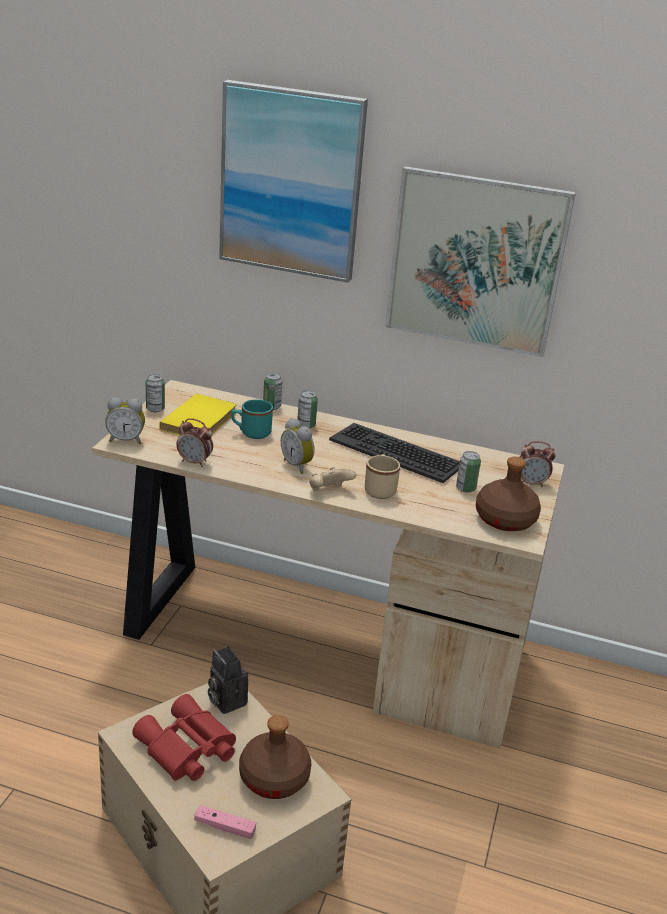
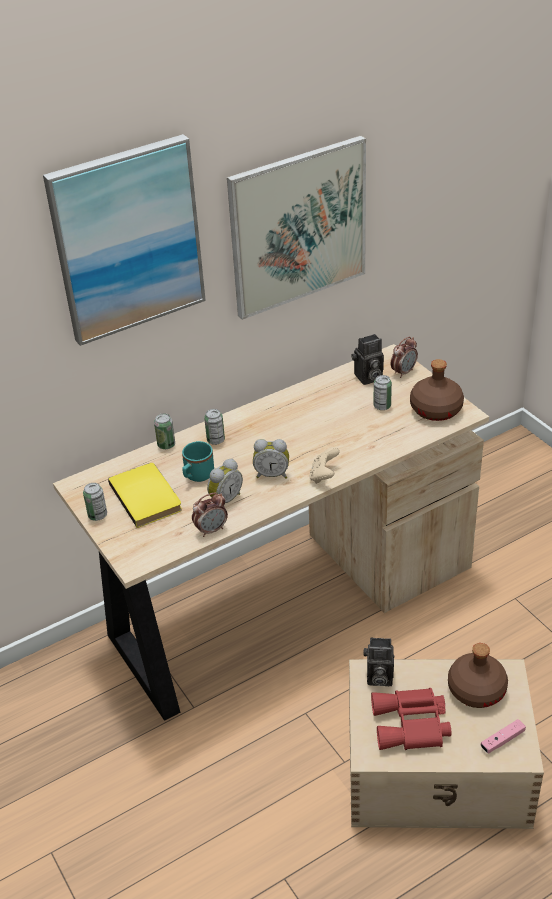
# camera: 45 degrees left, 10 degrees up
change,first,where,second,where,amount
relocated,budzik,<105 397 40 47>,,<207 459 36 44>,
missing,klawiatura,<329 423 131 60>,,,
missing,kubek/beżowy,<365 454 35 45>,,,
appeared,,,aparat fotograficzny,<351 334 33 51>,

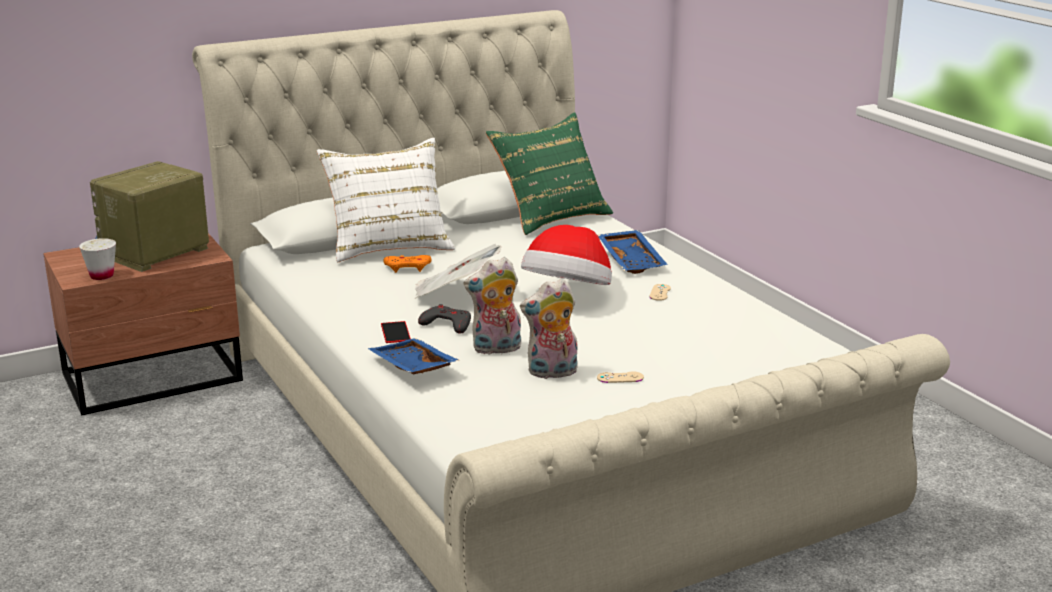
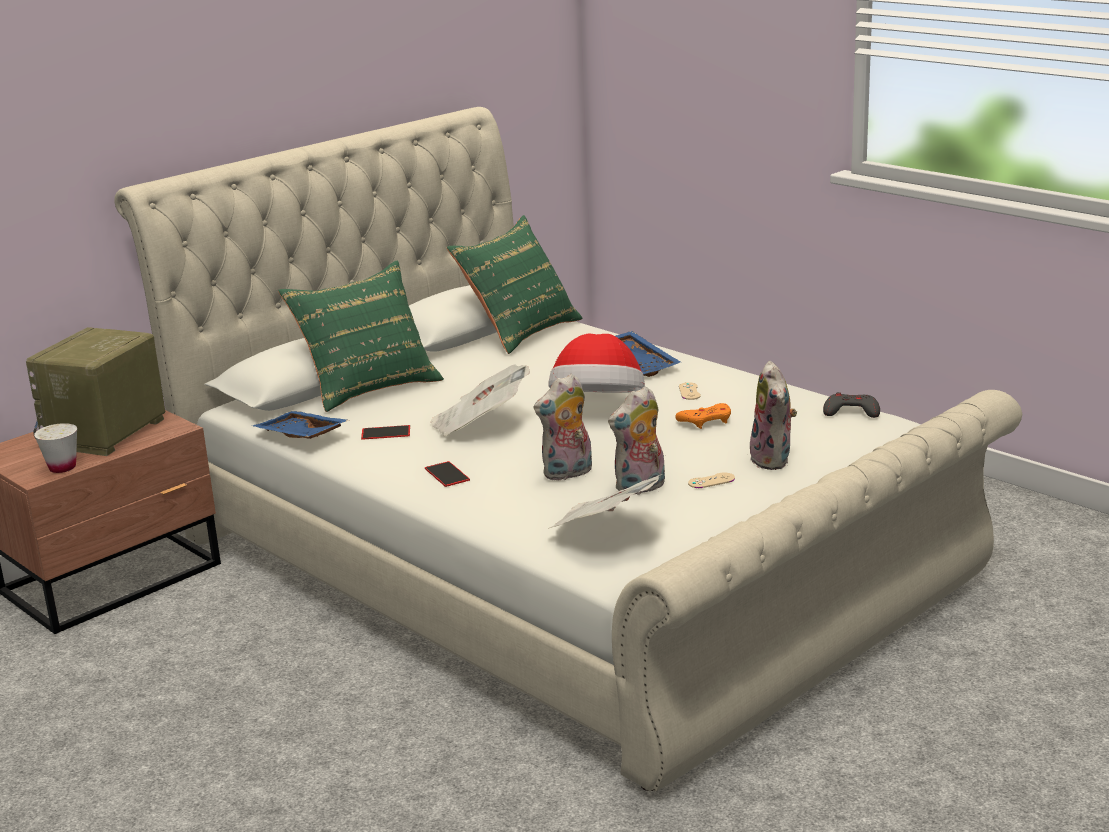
# camera: 15 degrees left, 0 degrees up
change,first,where,second,where,amount
colour,poduszka/biały,<317 138 138 124>,poduszka/zielony,<278 261 166 151>,
relocated,pad do gier/pomarańczowy,<384 255 47 18>,,<675 403 56 26>,
relocated,pad do gier/szary,<418 304 53 30>,,<823 392 57 26>,
relocated,taca/niebieski,<368 338 91 36>,,<253 411 95 28>,
appeared,,,pluszak,<750 361 47 109>,
appeared,,,telefon,<361 425 49 15>,
appeared,,,gazeta,<548 474 114 55>,

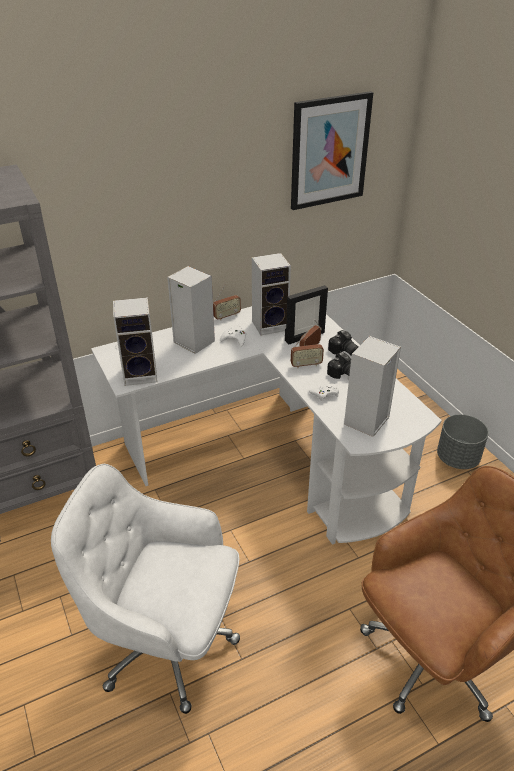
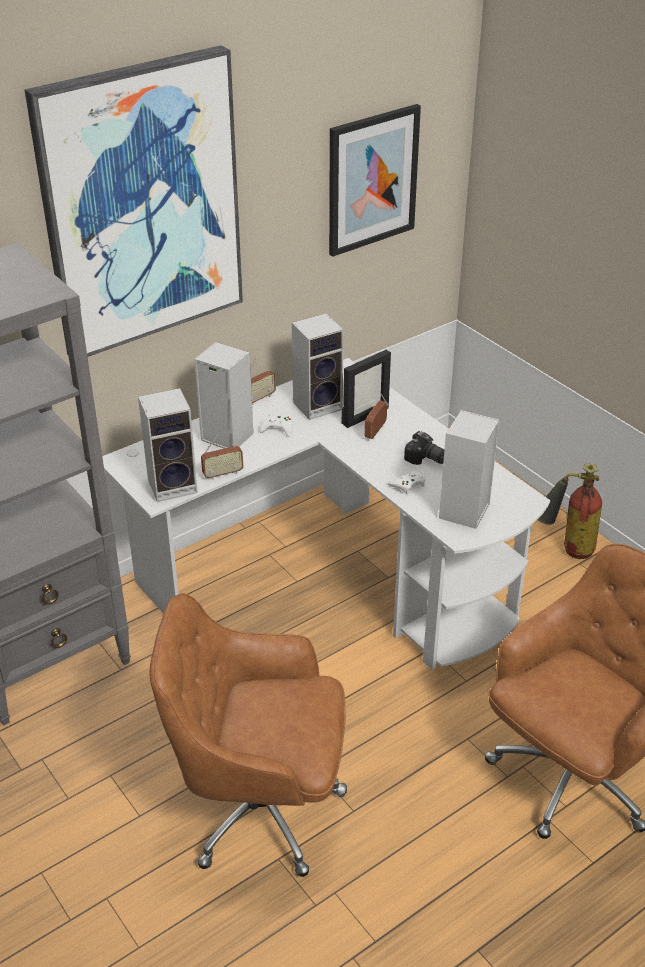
# camera: 10 degrees left, 0 degrees up
change,first,where,second,where,amount
missing,aparat fotograficzny,<328 330 30 26>,,,
relocated,radio,<291 331 33 38>,,<201 431 42 49>,
exchanged,donica/szary,<437 414 52 55>,gaśnica,<538 463 64 96>,
colour,krzesło biurowe/biały,<51 464 189 250>,krzesło biurowe/brązowy,<150 593 197 284>,
appeared,,,obraz,<25 45 218 312>,

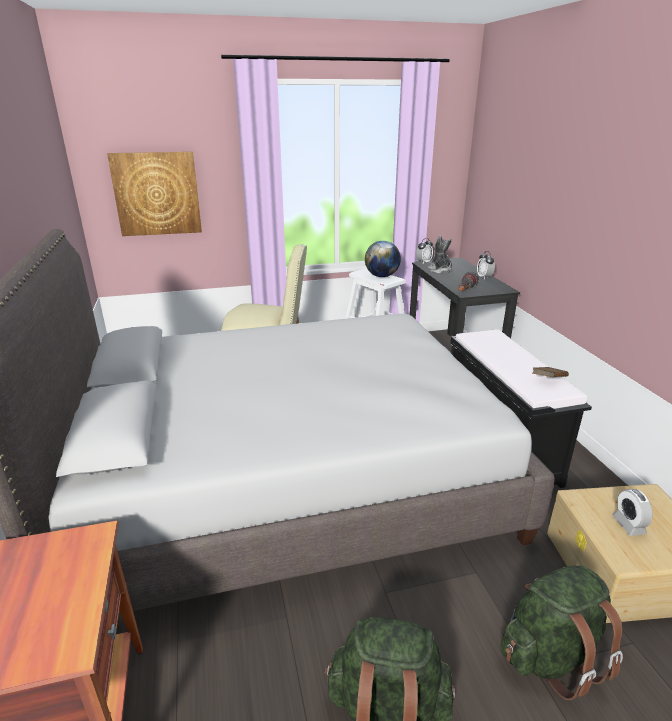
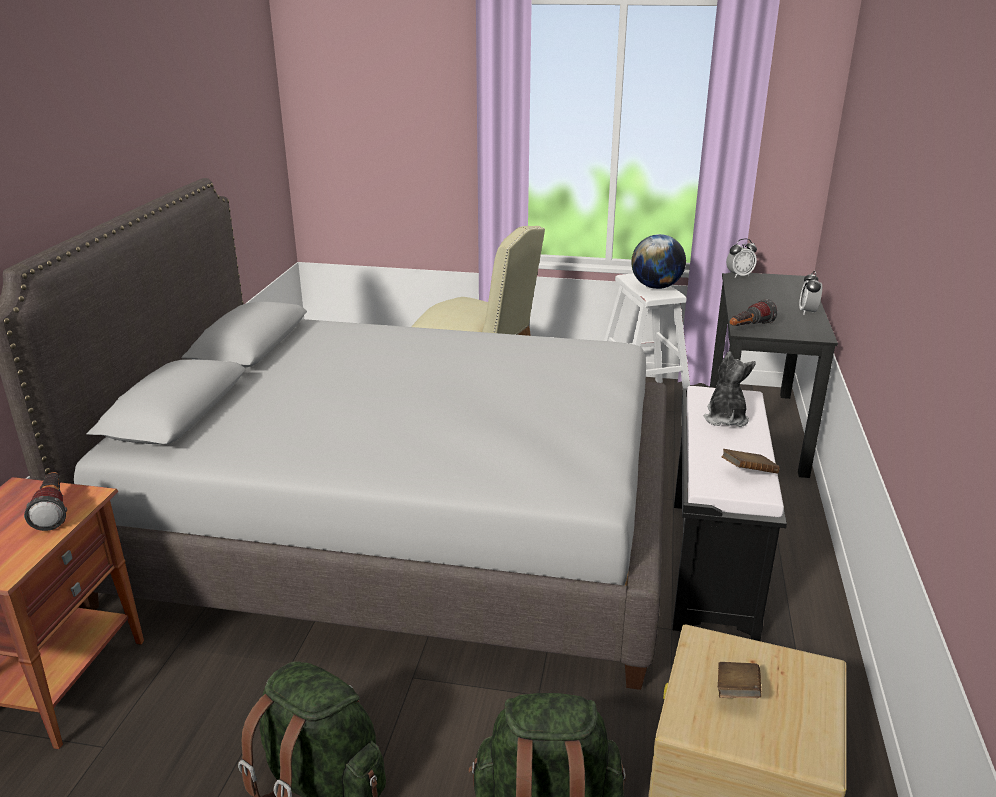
# camera: 25 degrees right, 0 degrees up
change,first,where,second,where,amount
missing,obraz,<107 152 95 84>,,,
relocated,pluszak,<428 235 24 39>,,<704 351 52 76>,
exchanged,budzik,<612 489 41 47>,książka/brązowy,<718 662 43 36>,
appeared,,,latarka,<24 472 43 59>,

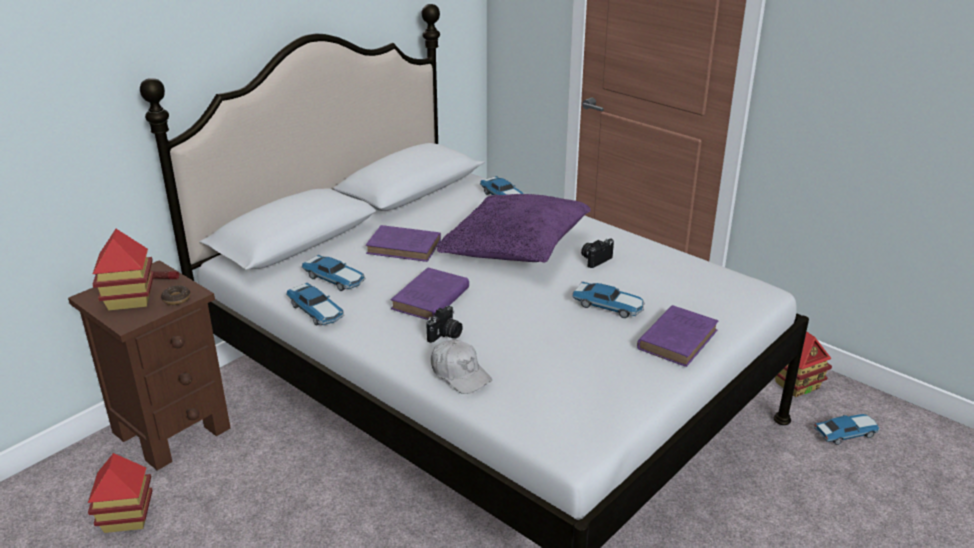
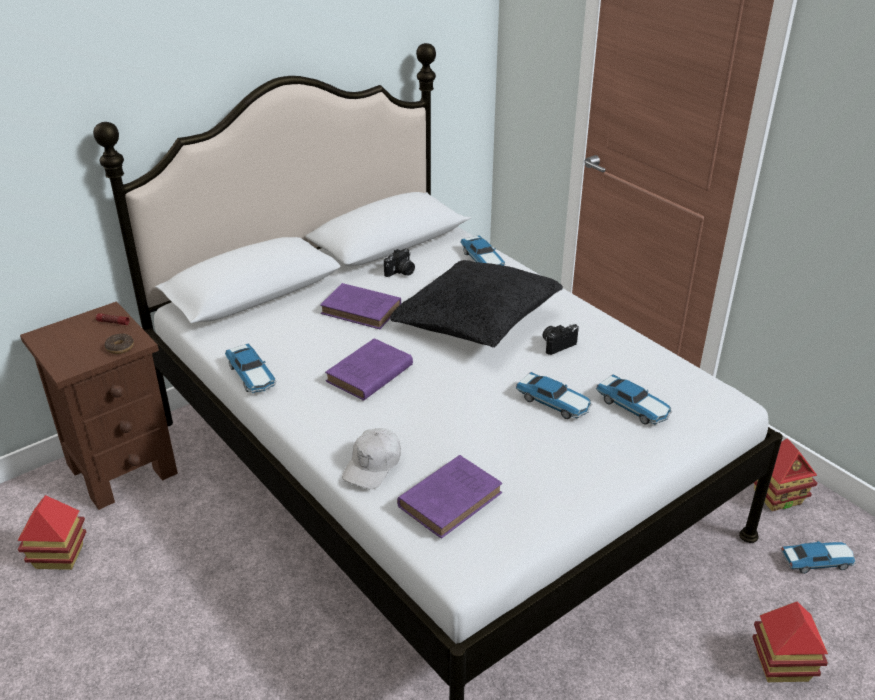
# camera: 10 degrees right, 5 degrees up
change,first,where,second,where,amount
colour,poduszka/fioletowy,<437 194 154 69>,poduszka/czarny,<390 260 173 88>,
relocated,domek,<93 229 61 81>,,<753 601 75 81>,
relocated,samochodzik,<302 255 64 36>,,<596 375 76 50>,
relocated,książka/fioletowy,<637 305 82 62>,,<397 455 105 84>,
relocated,aparat fotograficzny,<426 306 37 37>,,<384 248 31 29>,
spun,czapka z daszkiem/biały,<431 340 61 54>,,<342 428 59 61>,60 degrees clockwise

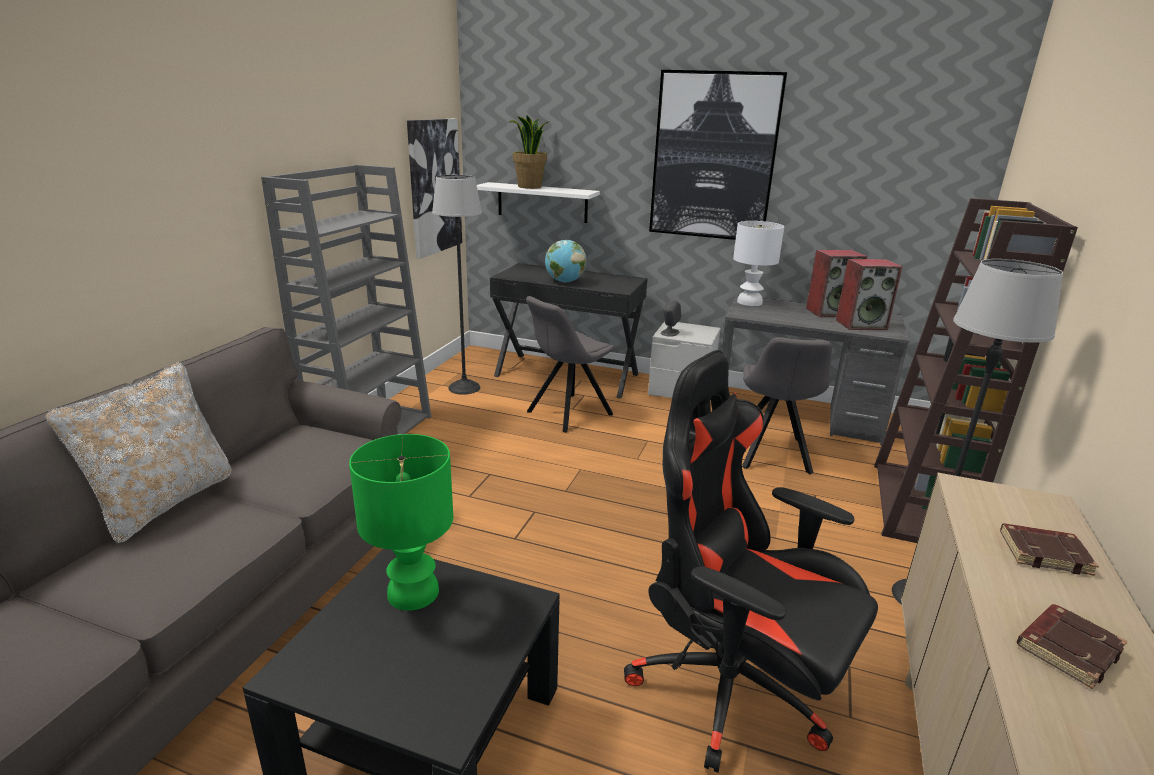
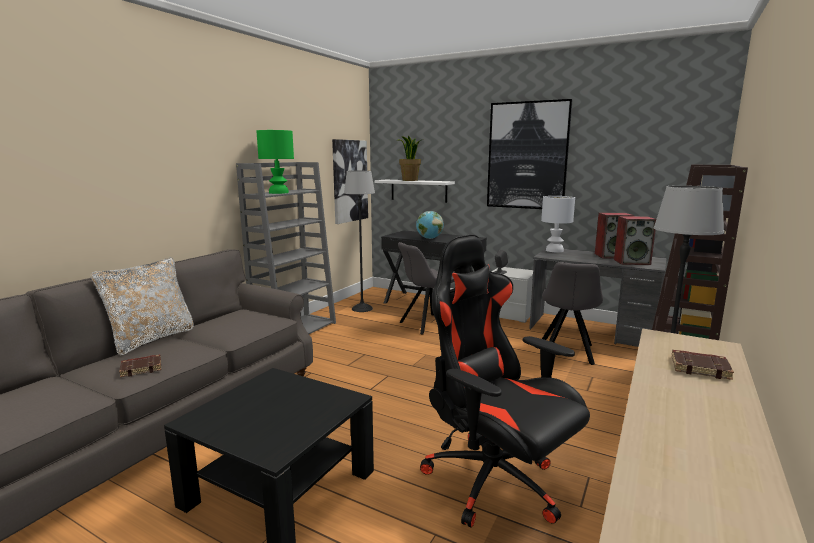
# camera: 10 degrees right, 10 degrees down
change,first,where,second,where,amount
relocated,lampa stołowa/zielony,<349 434 104 177>,,<256 130 38 64>,
relocated,książka/brązowy,<1017 604 111 85>,,<119 354 42 23>,

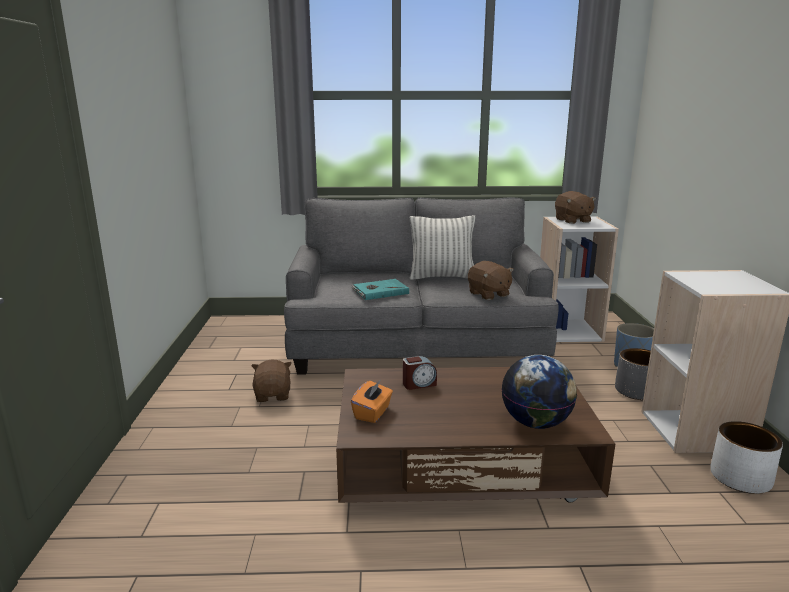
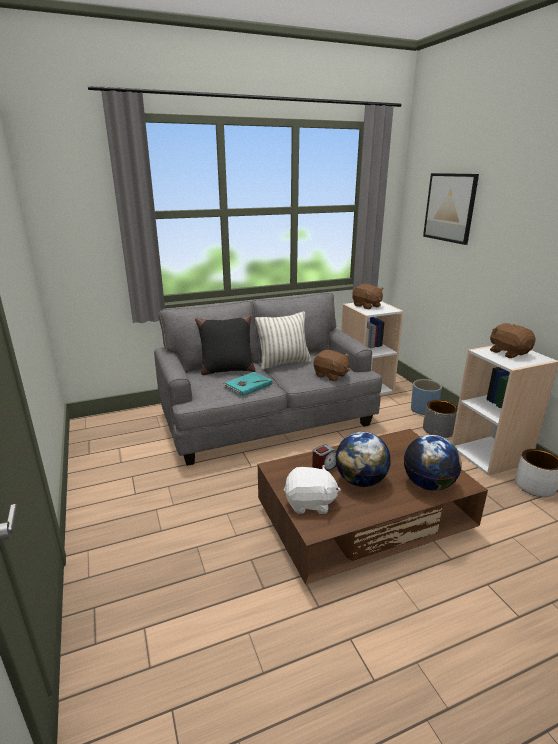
# camera: 20 degrees left, 5 degrees up
change,first,where,second,where,amount
relocated,pluszak/brązowy,<251 359 41 43>,,<490 323 45 35>,
exchanged,pudełko chusteczek/pomarańczowy,<351 380 42 43>,pluszak/biały,<284 465 57 49>,
appeared,,,obraz,<423 173 56 72>,
appeared,,,poduszka/czarny,<195 315 61 60>,
appeared,,,globus,<335 432 56 55>,

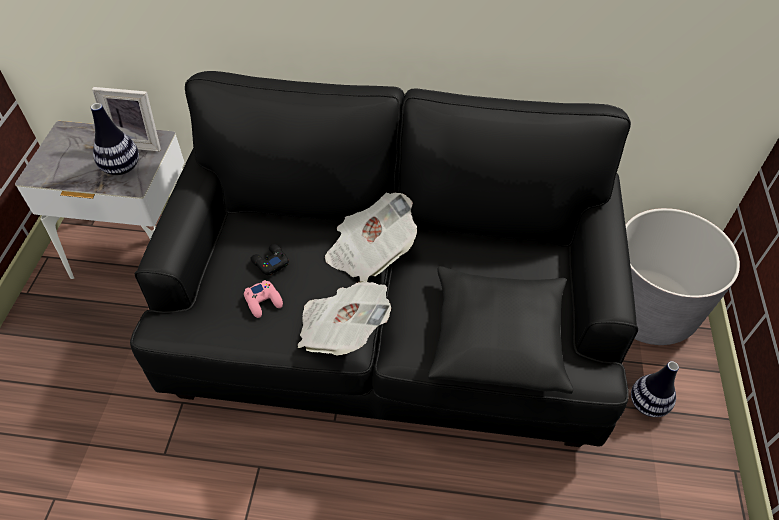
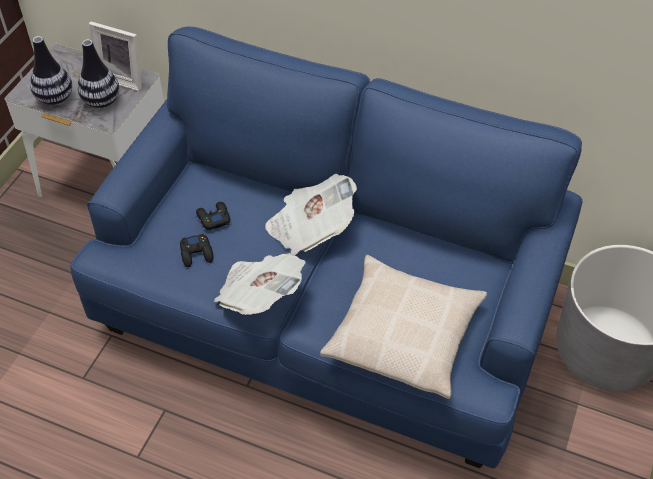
# camera: 15 degrees right, 0 degrees up
change,first,where,second,where,amount
colour,kanapa/czarny,<130 71 508 376>,kanapa/niebieski,<70 27 512 442>,
colour,poduszka/czarny,<428 266 145 128>,poduszka/beżowy,<320 255 167 144>,
colour,pad do gier/różowy,<244 280 39 38>,pad do gier/czarny,<180 234 33 33>,
relocated,wazon,<631 361 48 56>,,<30 36 42 69>,

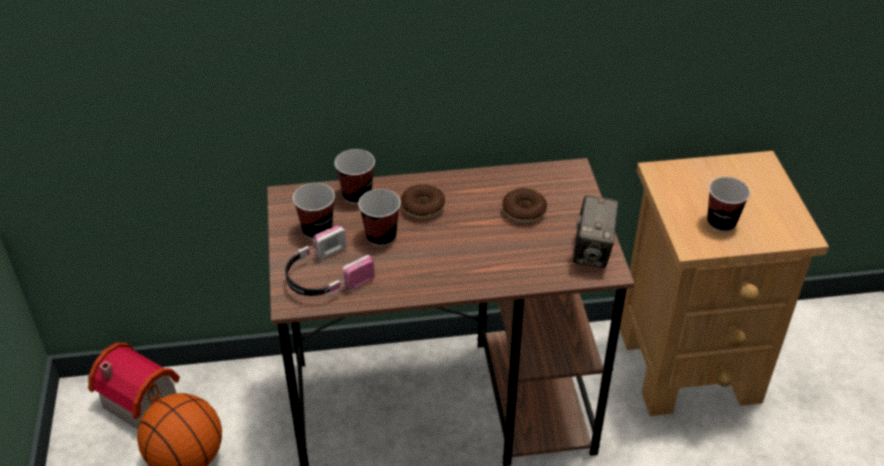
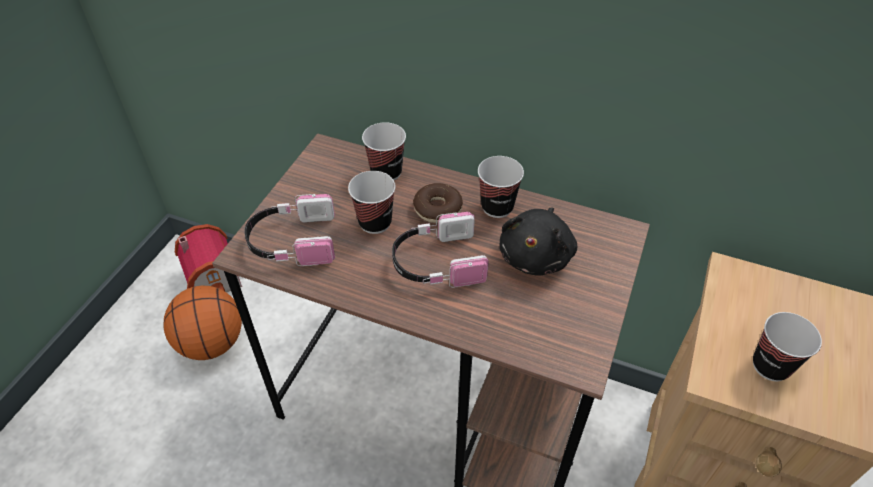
# camera: 30 degrees right, 5 degrees up
change,first,where,second,where,amount
relocated,filiżanka,<293 183 42 57>,,<478 156 46 62>,
exchanged,donut,<502 188 45 35>,pluszak/czarny,<499 207 78 69>,
missing,aparat fotograficzny,<573 195 46 73>,,,
appeared,,,słuchawki,<392 212 97 76>,

